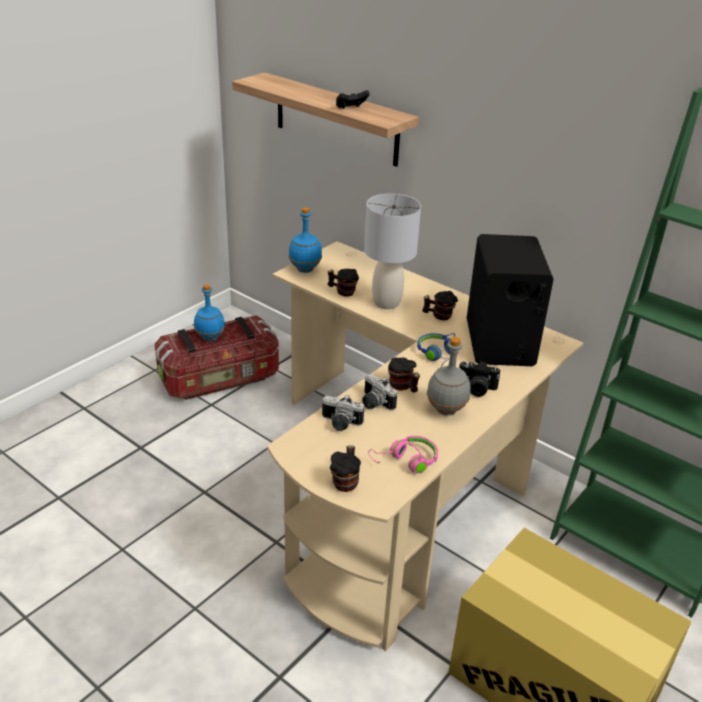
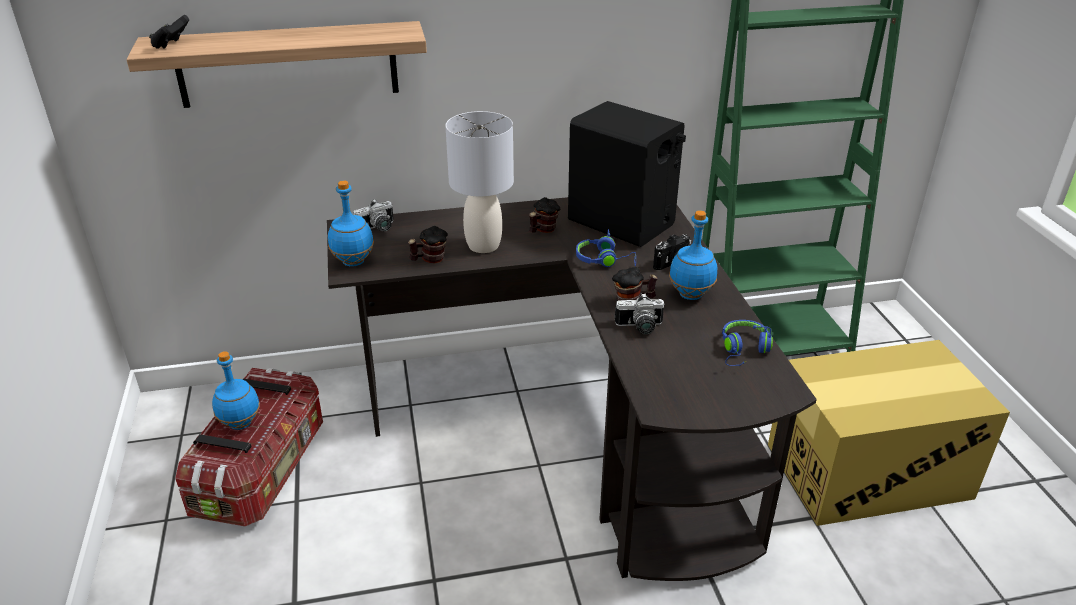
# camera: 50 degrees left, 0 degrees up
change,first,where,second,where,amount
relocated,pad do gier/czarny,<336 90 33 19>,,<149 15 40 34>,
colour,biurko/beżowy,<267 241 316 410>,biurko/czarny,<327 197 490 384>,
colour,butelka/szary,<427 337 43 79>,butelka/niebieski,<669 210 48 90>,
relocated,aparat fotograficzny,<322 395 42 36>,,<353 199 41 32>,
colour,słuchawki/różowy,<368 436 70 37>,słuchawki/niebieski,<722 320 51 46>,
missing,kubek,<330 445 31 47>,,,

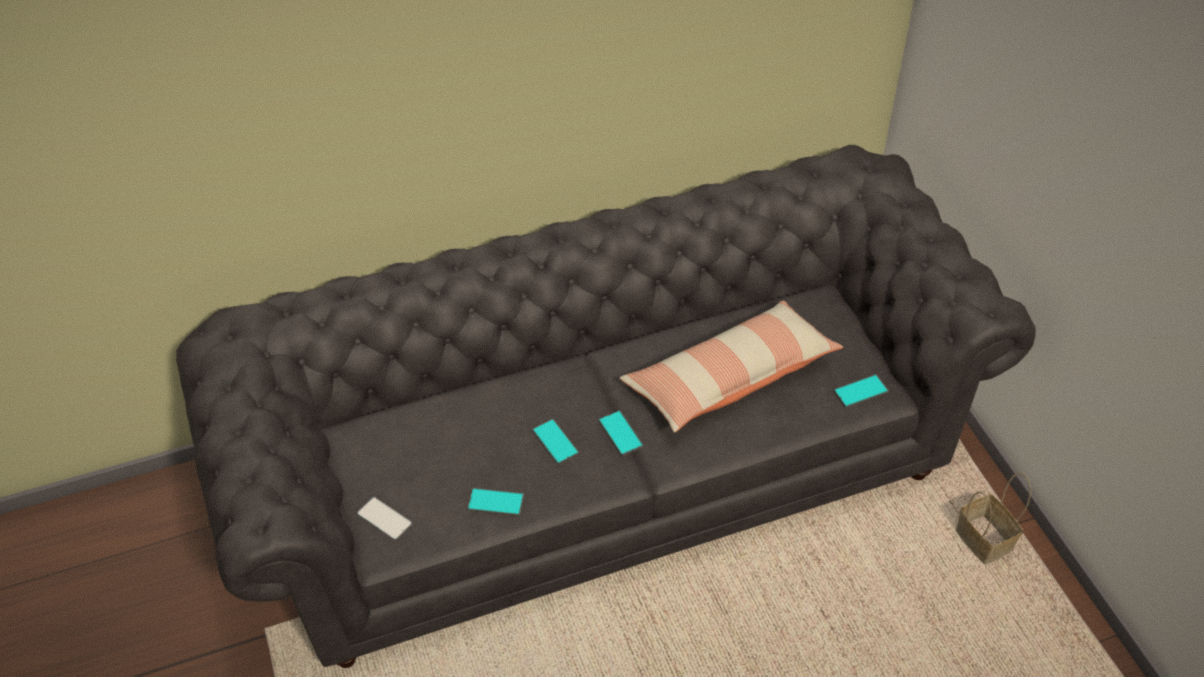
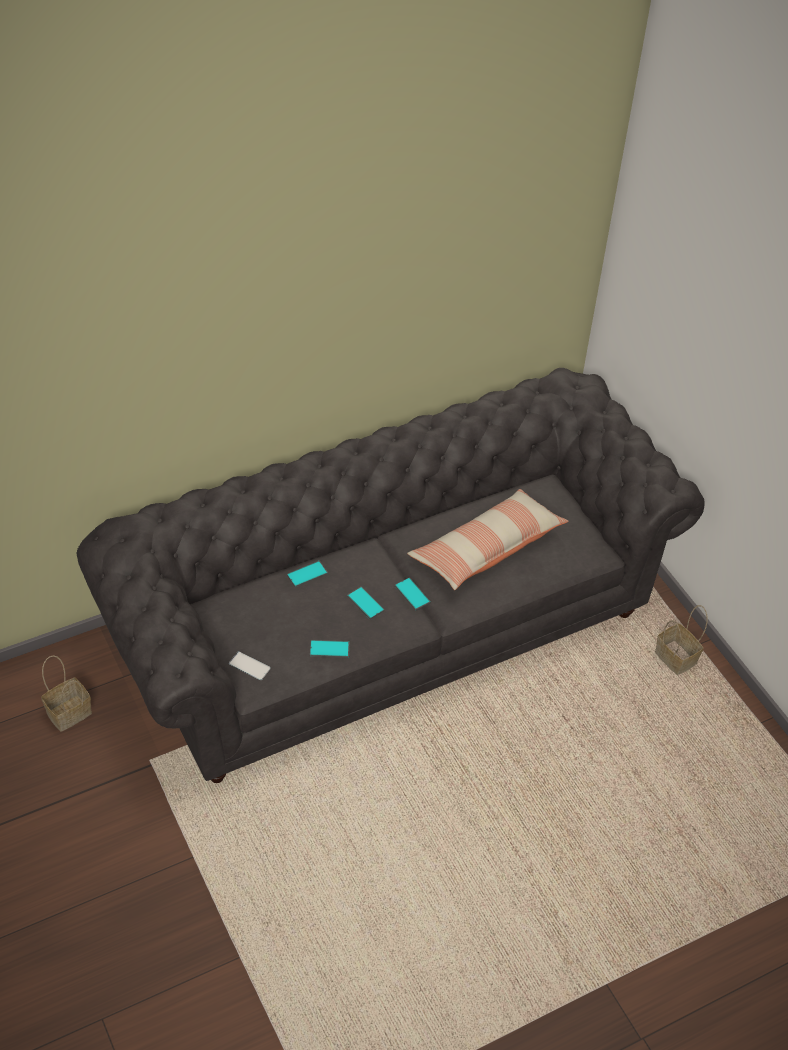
# camera: 10 degrees left, 0 degrees up
change,first,where,second,where,amount
relocated,telefon,<834 374 55 34>,,<287 561 41 26>,
appeared,,,koszyk,<41 655 51 77>,

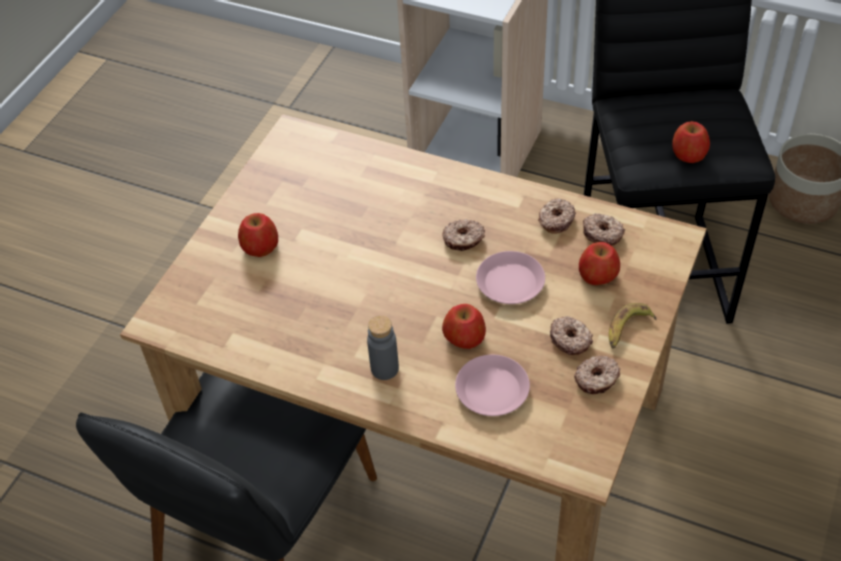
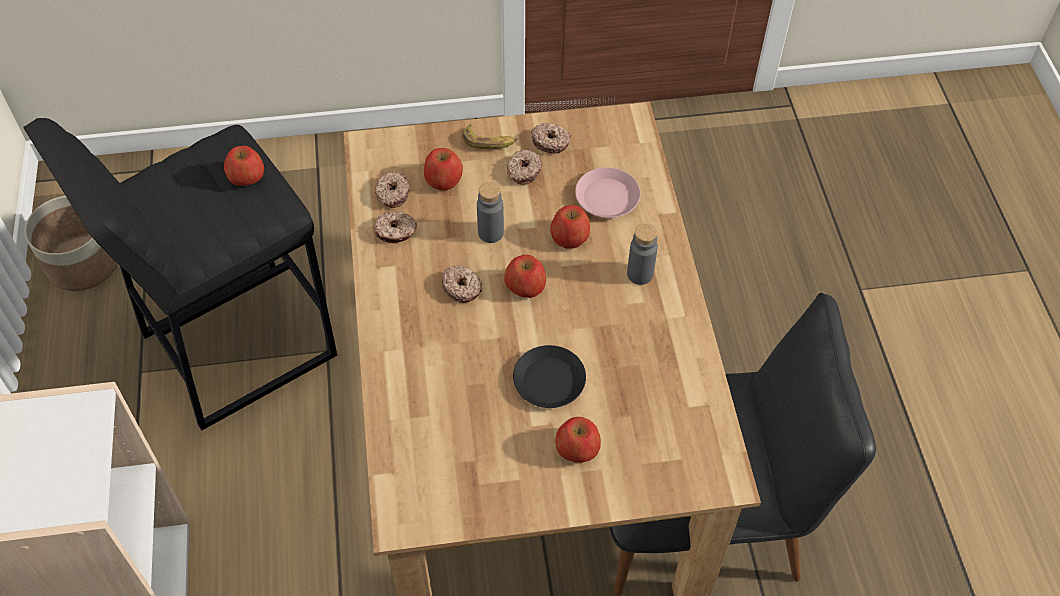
# camera: 125 degrees left, 5 degrees up
change,first,where,second,where,amount
exchanged,talerz/różowy,<476 251 69 53>,butelka/szary,<477 182 27 61>,
appeared,,,jabłko,<504 254 42 44>,
appeared,,,talerz/czarny,<513 345 73 63>,

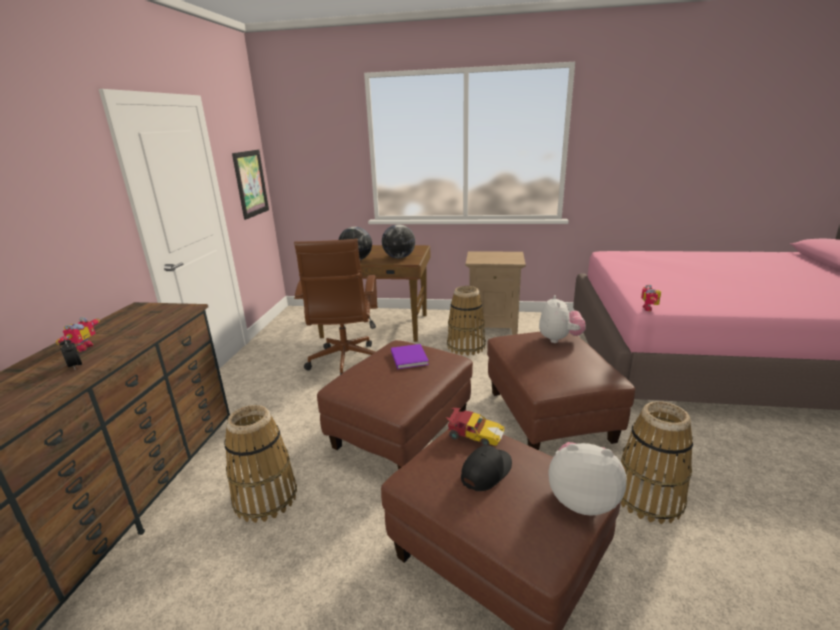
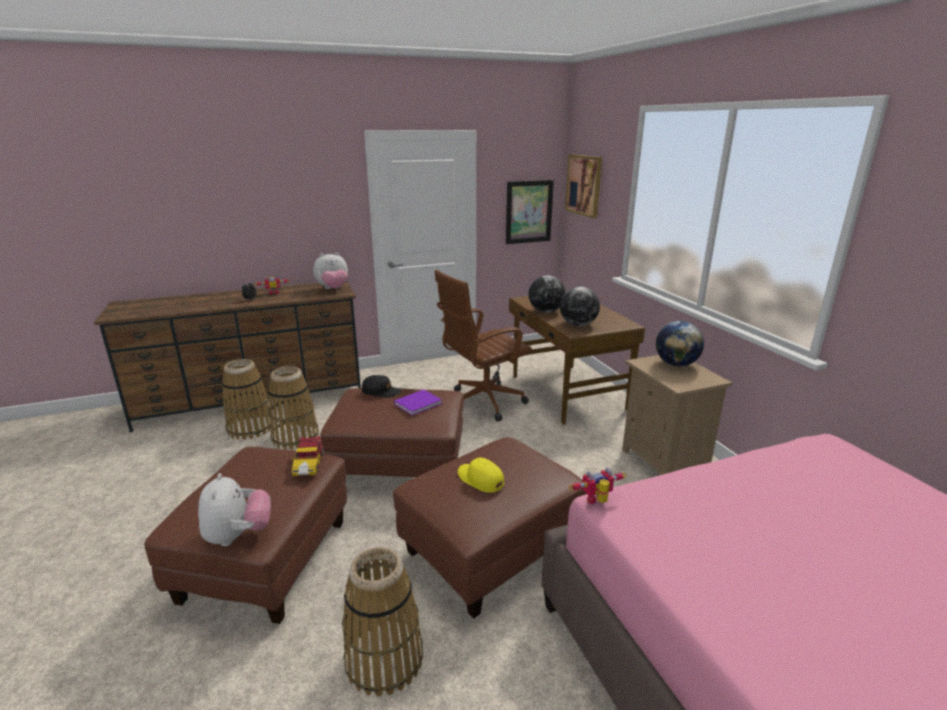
# camera: 60 degrees right, 0 degrees up
change,first,where,second,where,amount
relocated,koszyk,<447 286 39 70>,,<222 359 49 81>,
relocated,pluszak,<539 295 46 48>,,<313 252 35 37>,
relocated,czapka z daszkiem/czarny,<461 445 51 46>,,<362 375 40 23>,
appeared,,,obraz,<565 154 37 64>,
appeared,,,globus,<656 321 48 45>,
appeared,,,czapka z daszkiem/żółty,<458 458 46 35>,

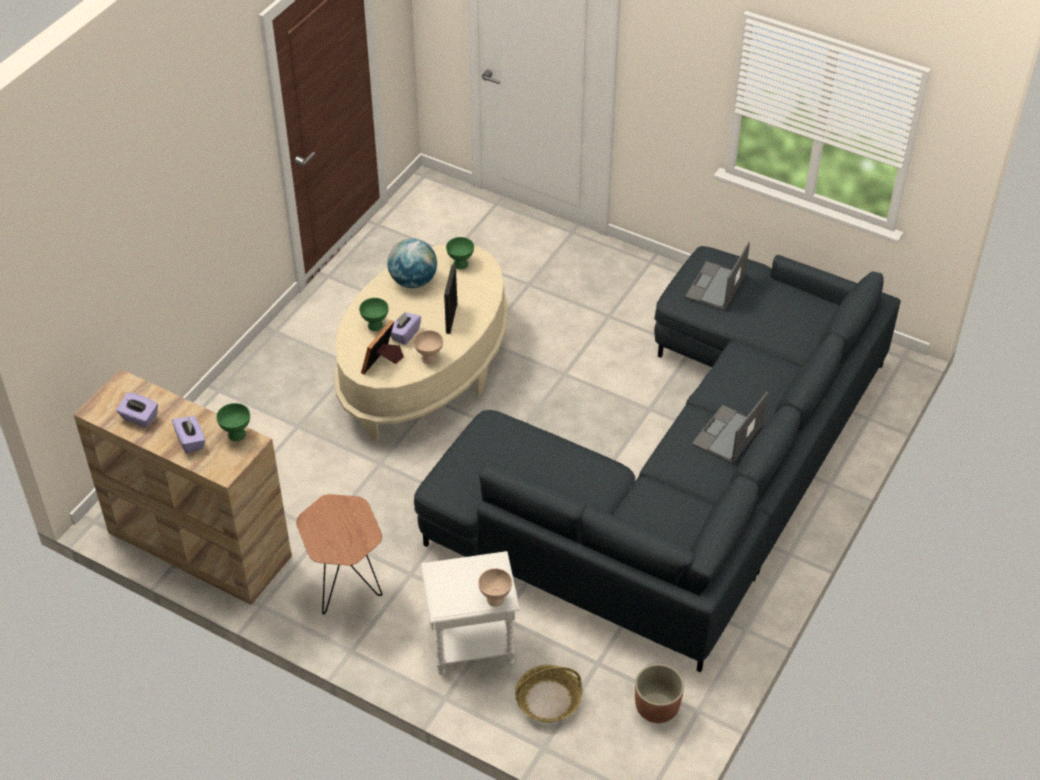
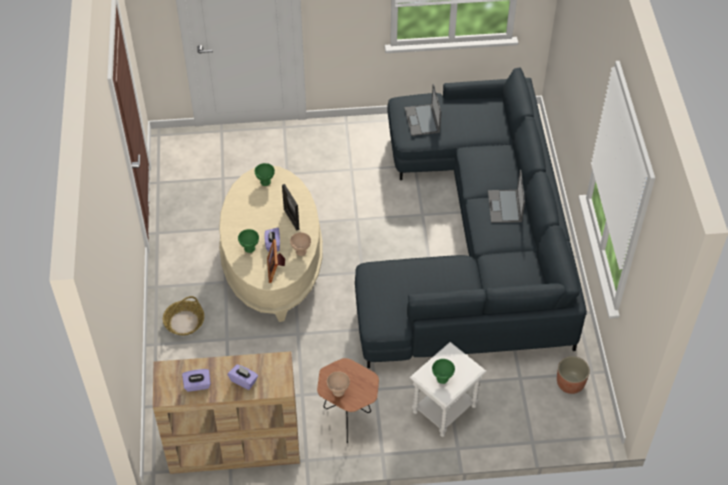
# camera: 35 degrees left, 5 degrees up
change,first,where,second,where,amount
missing,globus,<387 239 50 49>,,,
relocated,miska/zielony,<216 403 34 38>,,<432 359 23 25>,
relocated,miska/beżowy,<478 568 34 39>,,<327 371 23 26>,
relocated,koszyk,<515 665 67 57>,,<163 296 41 39>,

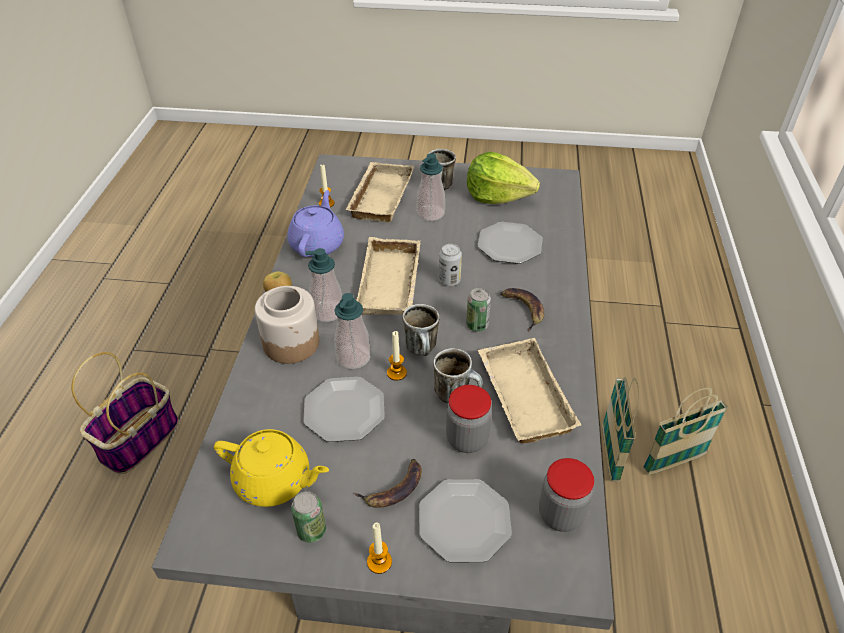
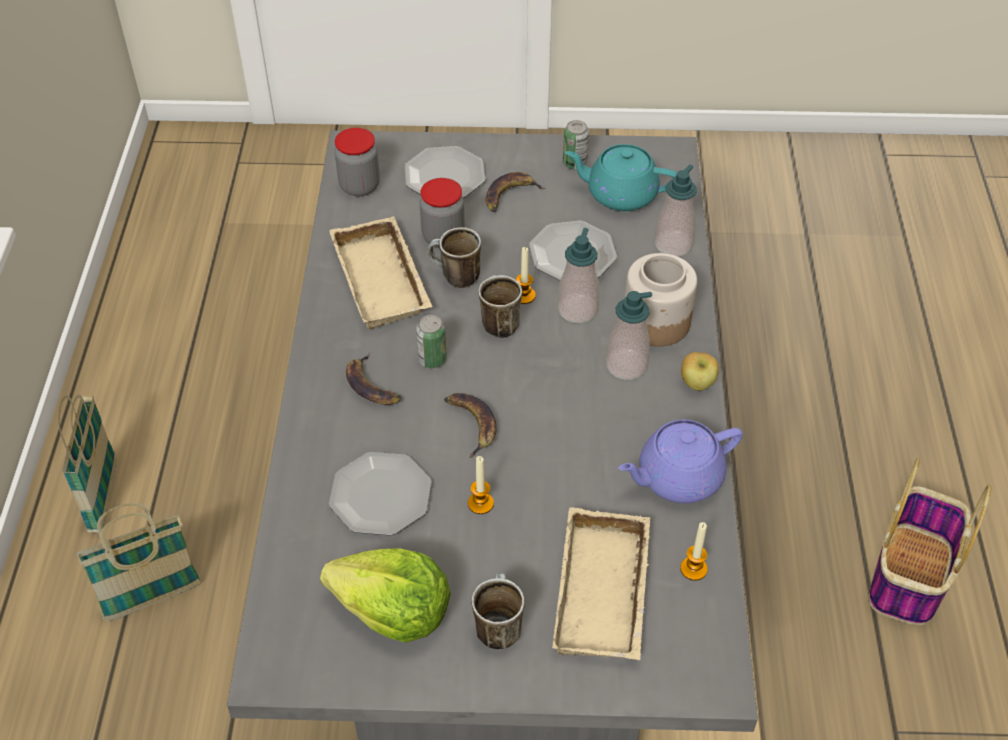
# camera: 175 degrees right, 5 degrees up
change,first,where,second,where,amount
relocated,dozownik mydła,<417 153 28 68>,,<654 165 43 92>,
spun,imbryk/fioletowy,<287 190 57 67>,,<618 419 125 84>,60 degrees clockwise
missing,taca/beżowy,<356 237 64 78>,,,
exchanged,puszka,<439 244 23 42>,banan,<444 393 53 65>,
relocated,koszyk,<602 377 37 105>,,<58 395 58 138>,
colour,imbryk/żółty,<214 429 115 78>,imbryk/turkusowy,<565 144 112 67>,
relocated,świeca,<367 523 25 51>,,<468 456 26 58>,

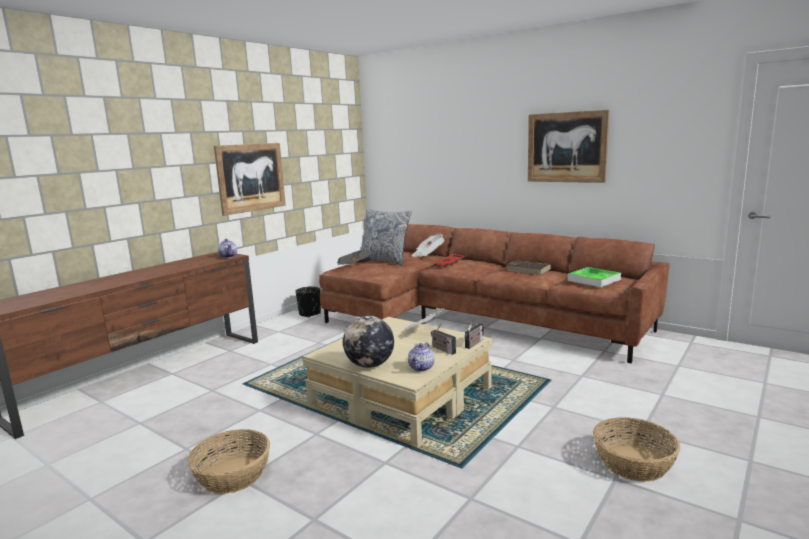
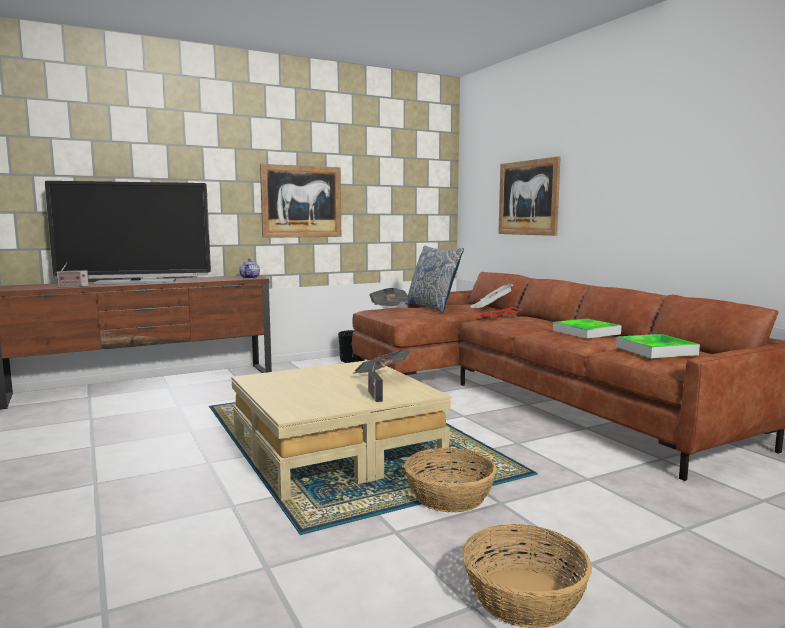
# camera: 25 degrees right, 5 degrees down
change,first,where,second,where,amount
relocated,obraz,<528 110 81 73>,,<498 156 63 80>,
exchanged,książka/brązowy,<506 260 45 15>,taca,<553 318 69 21>,
missing,globus,<343 316 51 52>,,,
relocated,radio,<465 320 18 29>,,<54 262 35 26>,
missing,imbryk,<408 342 26 30>,,,
relocated,koszyk,<187 429 83 65>,,<404 448 93 65>,
appeared,,,telewizor,<45 181 166 104>,

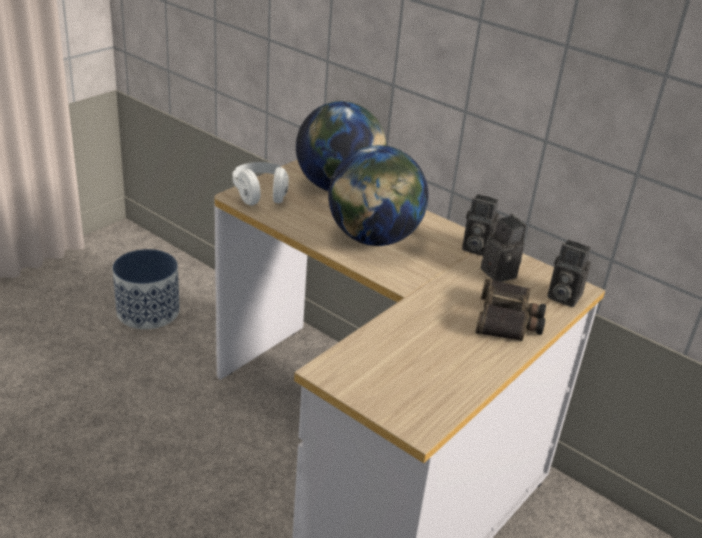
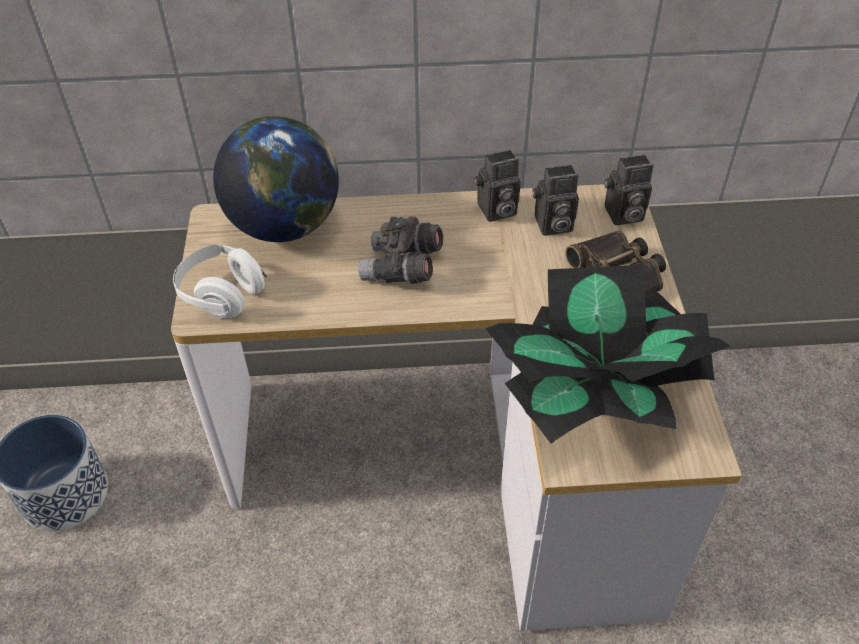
# camera: 40 degrees left, 15 degrees up
change,first,where,second,where,amount
exchanged,globus,<328 145 101 101>,lornetka/szary,<358 216 85 68>,
spun,aparat fotograficzny,<481 214 46 68>,,<533 165 46 71>,150 degrees clockwise
appeared,,,roślina doniczkowa,<485 265 246 178>,

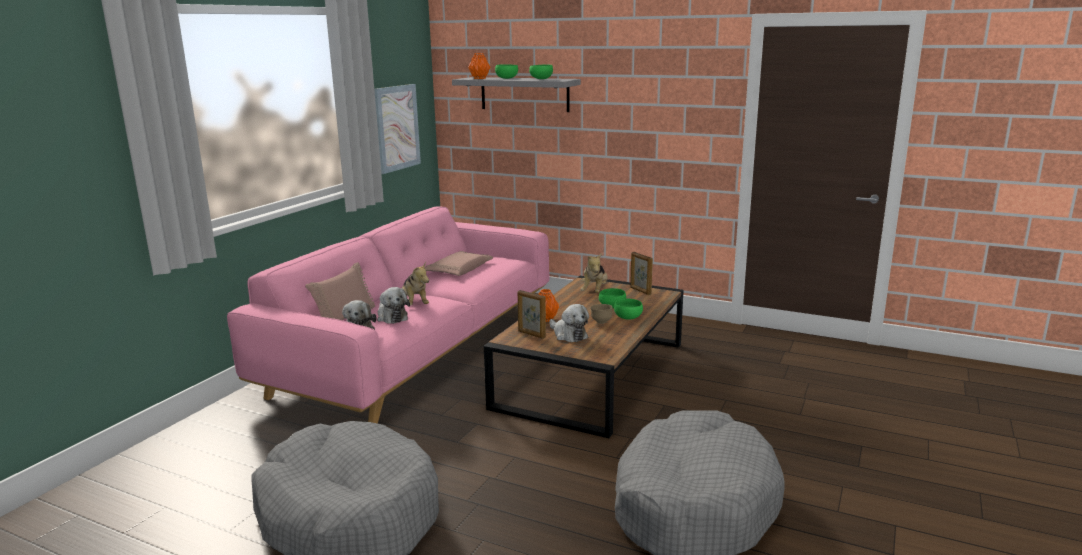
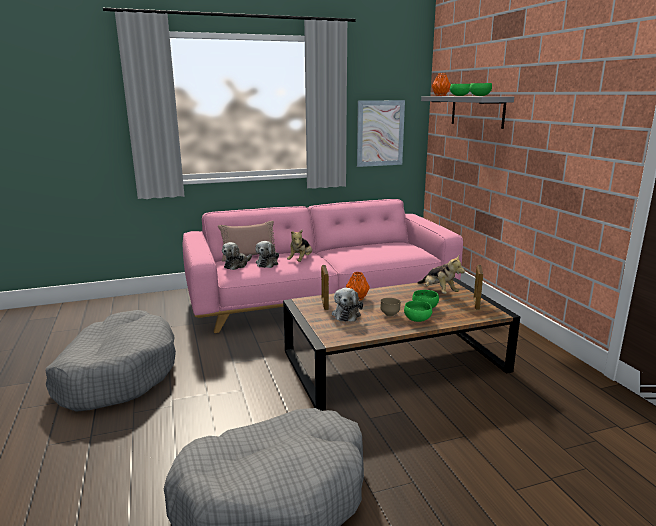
# camera: 45 degrees right, 0 degrees up
change,first,where,second,where,amount
missing,poduszka/beżowy,<425 251 68 25>,,,
spun,pluszak,<581 253 27 40>,,<418 255 47 39>,90 degrees counterclockwise

